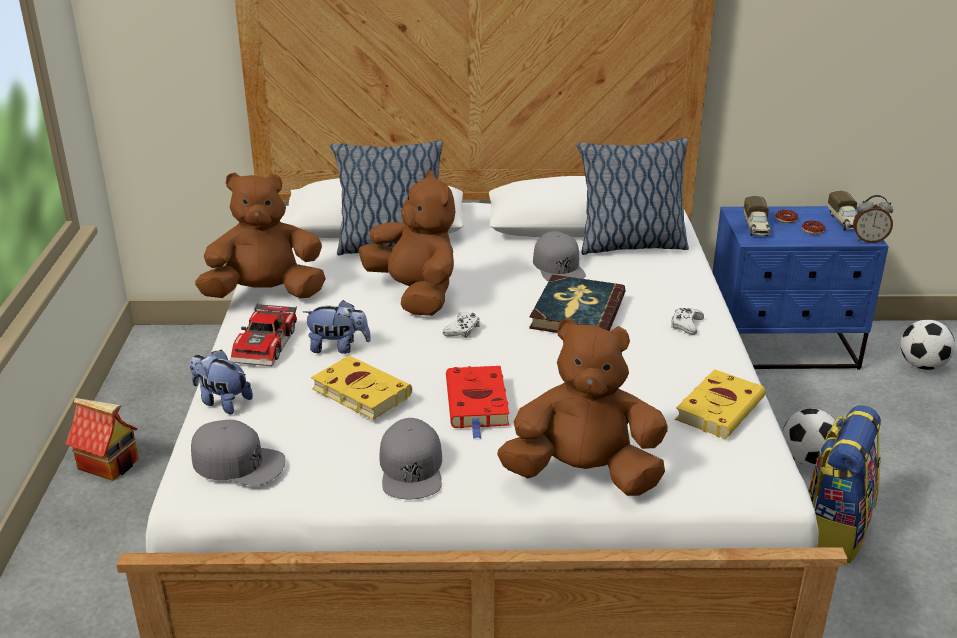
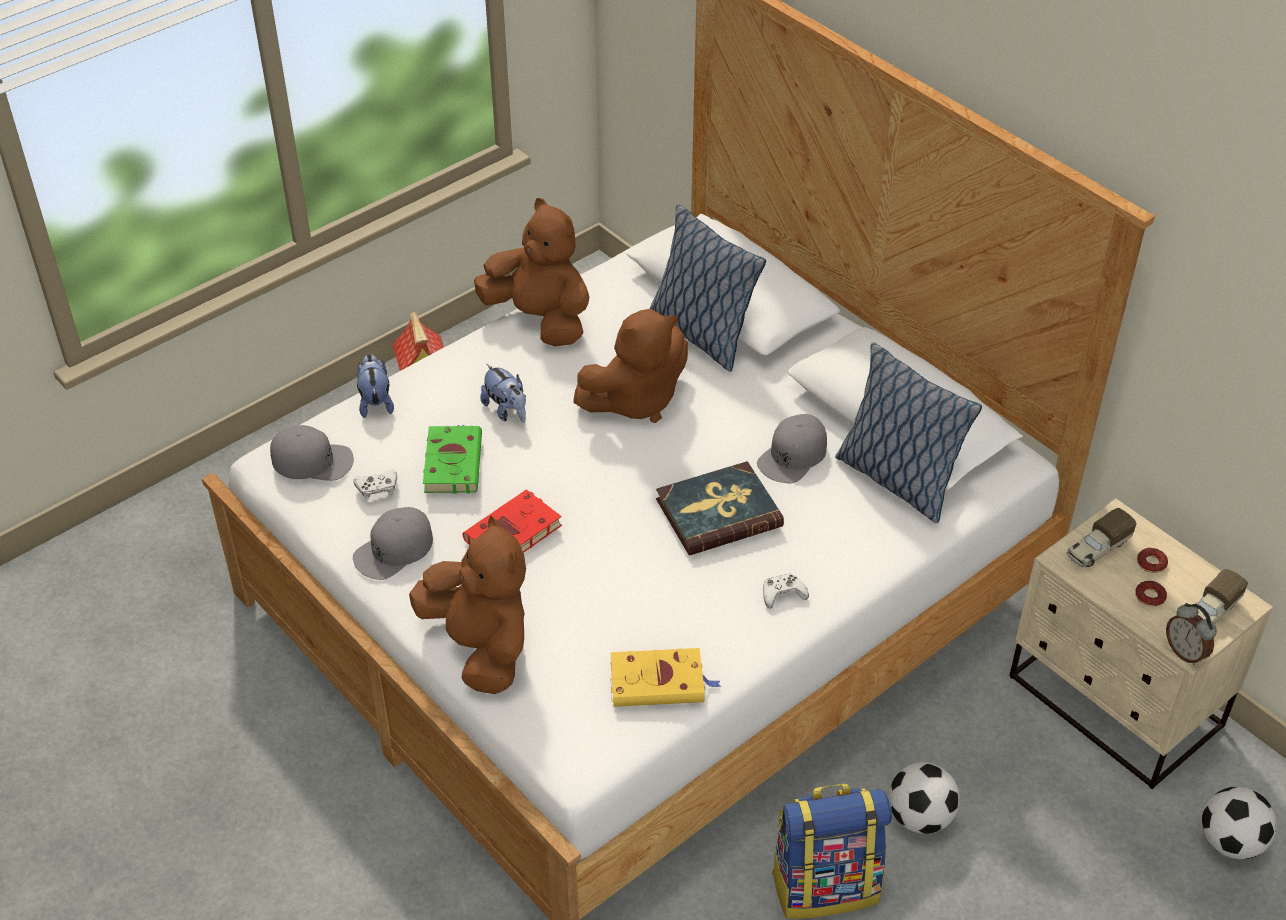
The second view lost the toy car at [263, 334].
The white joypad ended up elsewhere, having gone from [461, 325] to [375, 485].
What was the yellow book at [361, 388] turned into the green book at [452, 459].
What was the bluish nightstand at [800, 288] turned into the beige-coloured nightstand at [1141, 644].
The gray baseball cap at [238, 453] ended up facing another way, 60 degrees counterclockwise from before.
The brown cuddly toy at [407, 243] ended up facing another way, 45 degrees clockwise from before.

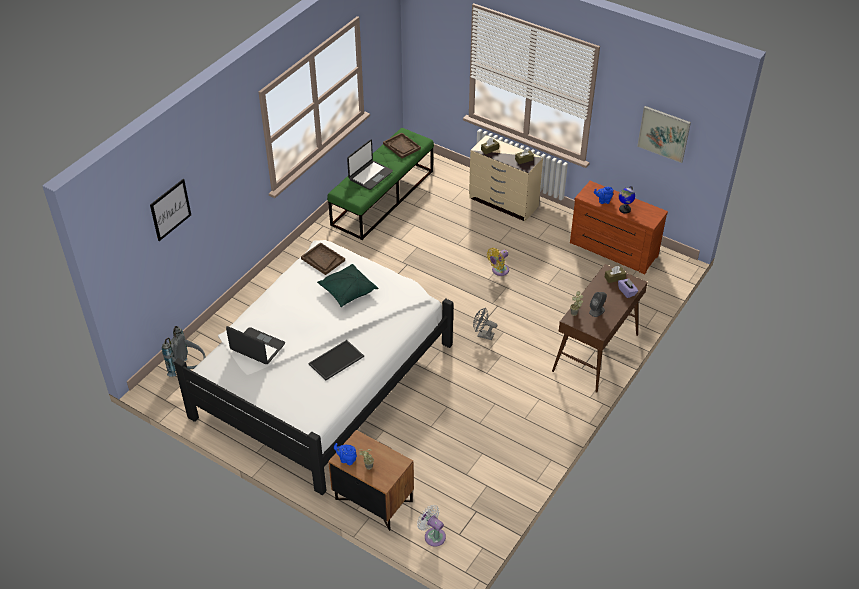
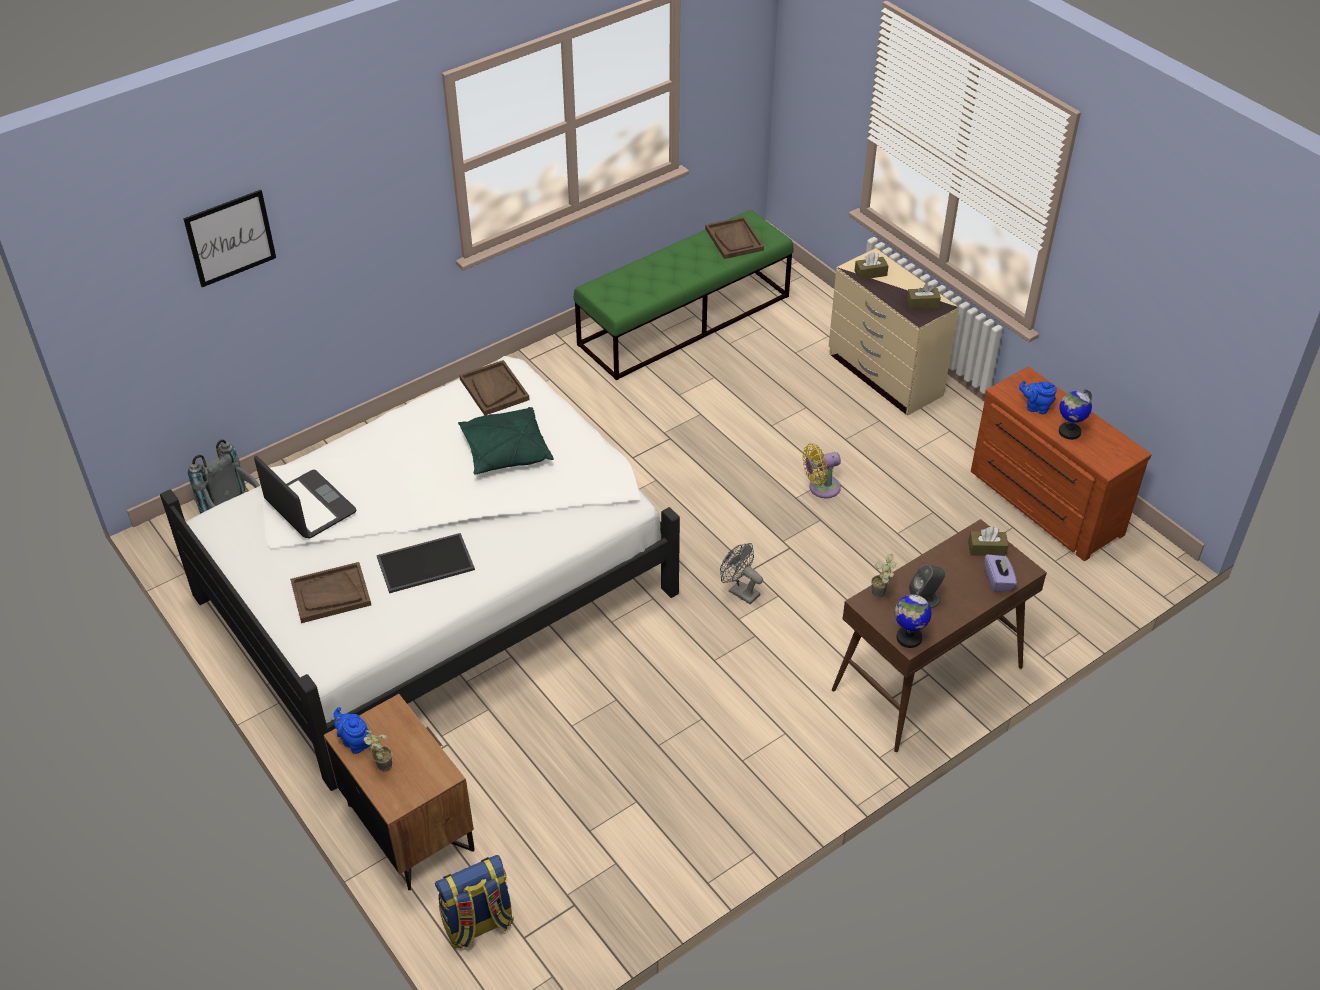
The second view lost the notebook computer at [370, 165].
The second view lost the picture at [664, 134].
The second view gained the brown tray at [330, 592].
The second view gained the world globe at [913, 619].
Where the white cooling fan stood at [431, 526], the backpack came to stand at [474, 901].

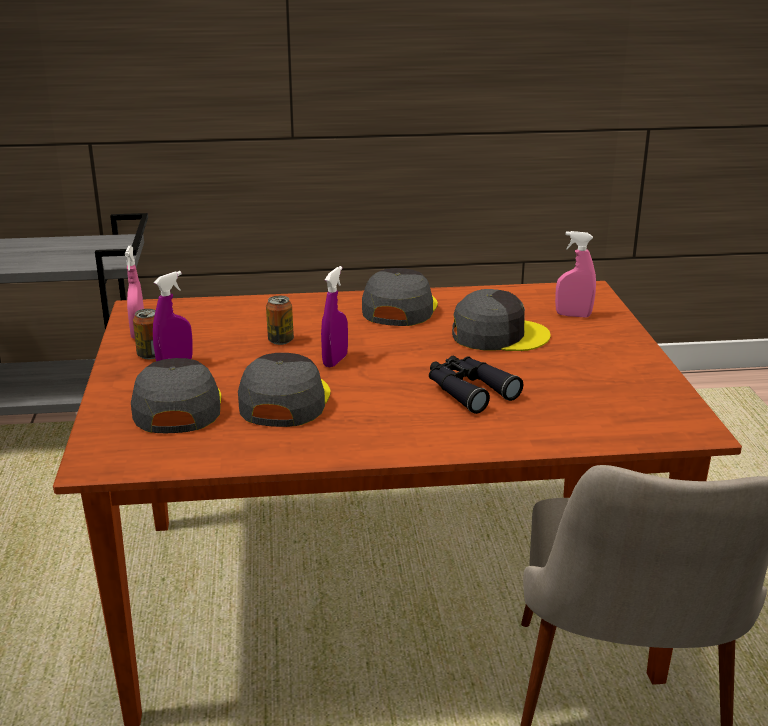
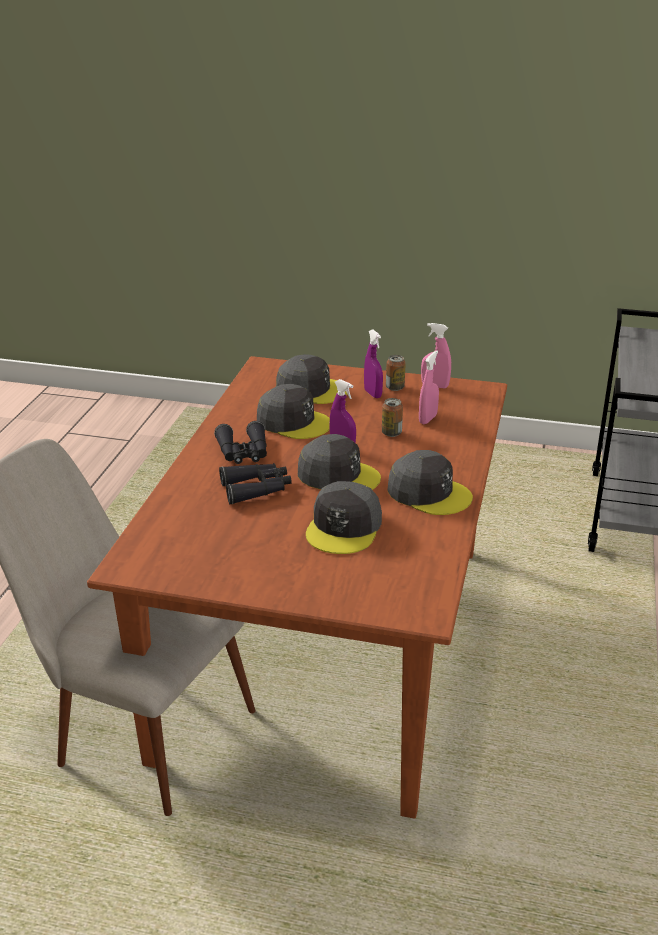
The second view gained the black-coloured field glasses at [240, 442].
The second view gained the gray baseball cap at [339, 462].
The pink-coloured sprayer ended up elsewhere, having gone from [575, 274] to [429, 387].

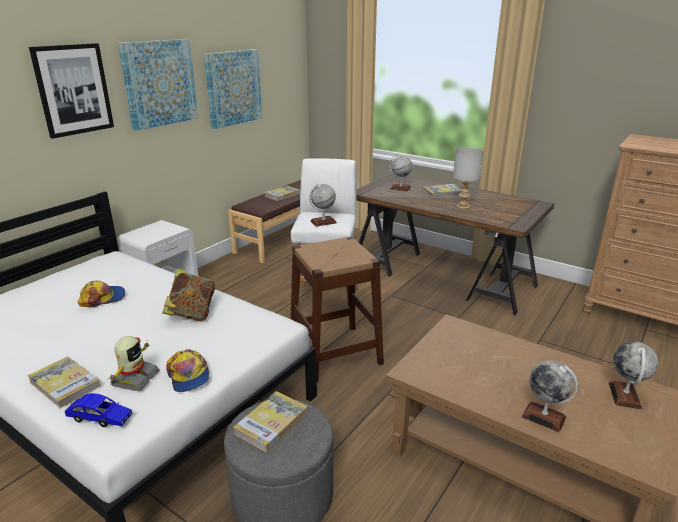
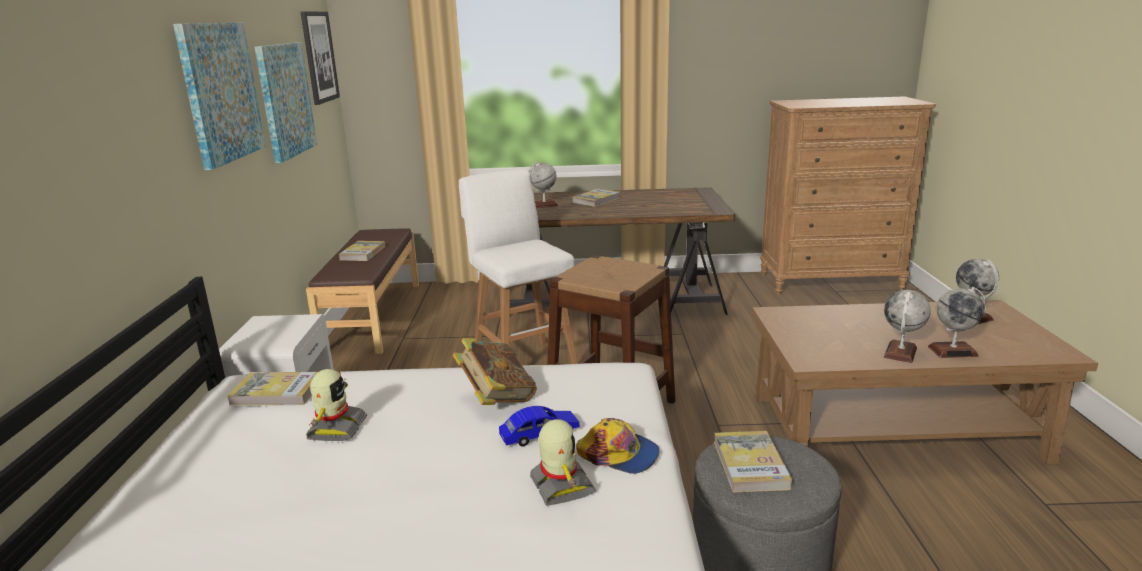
The second view lost the gray tabletop lamp at [468, 179].
The book ended up elsewhere, having gone from [64, 382] to [272, 388].
The picture ended up elsewhere, having gone from [71, 91] to [320, 58].
The bluish toy car ended up elsewhere, having gone from [99, 410] to [539, 426].
The world globe ended up elsewhere, having gone from [323, 205] to [907, 326].
Where the baseball cap stood at [101, 293], the model robot came to stand at [336, 405].

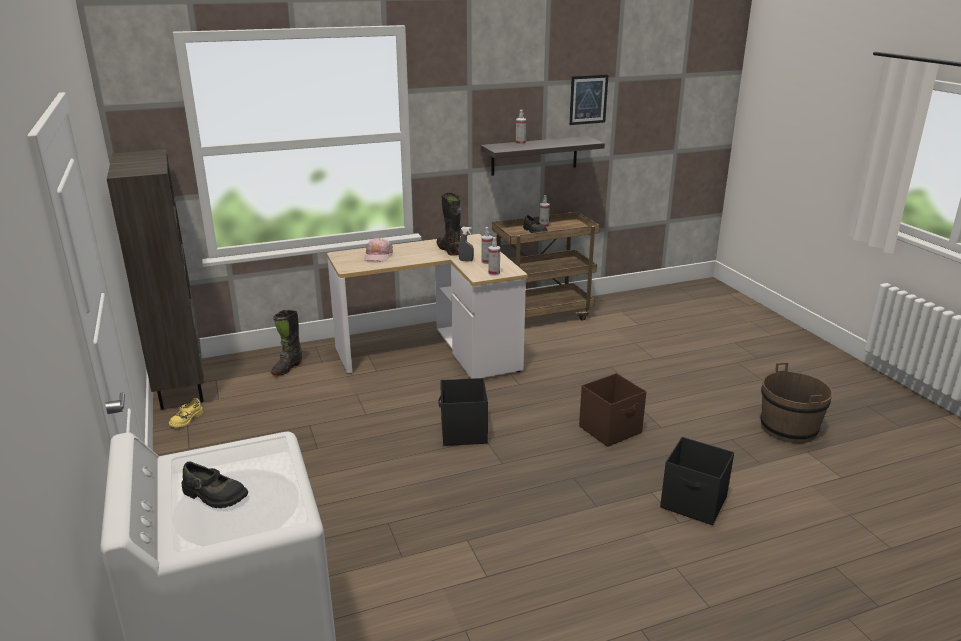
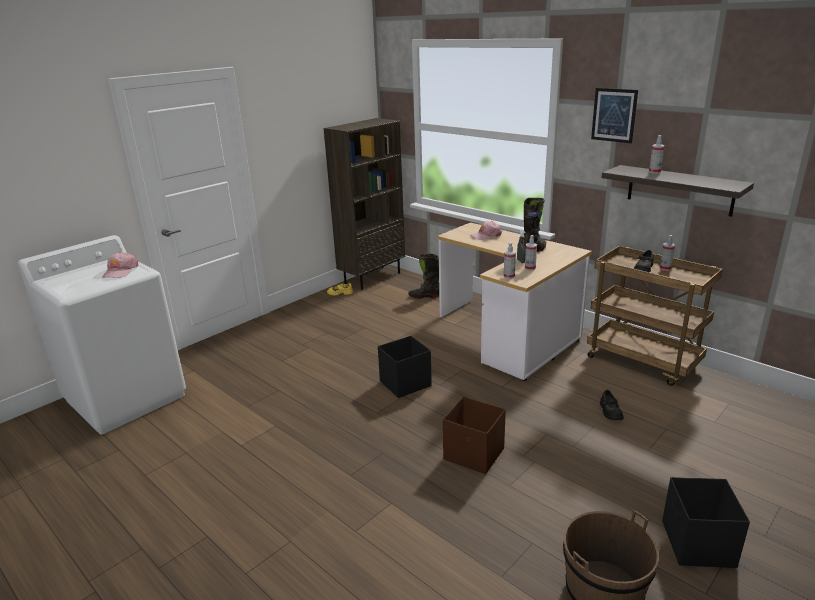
The second view gained the pink-coloured baseball cap at [120, 265].
The black-coloured shoe ended up elsewhere, having gone from [215, 485] to [612, 405].
The picture ended up elsewhere, having gone from [588, 99] to [614, 115].
The black-coloured storage bin ended up elsewhere, having gone from [697, 481] to [706, 522].

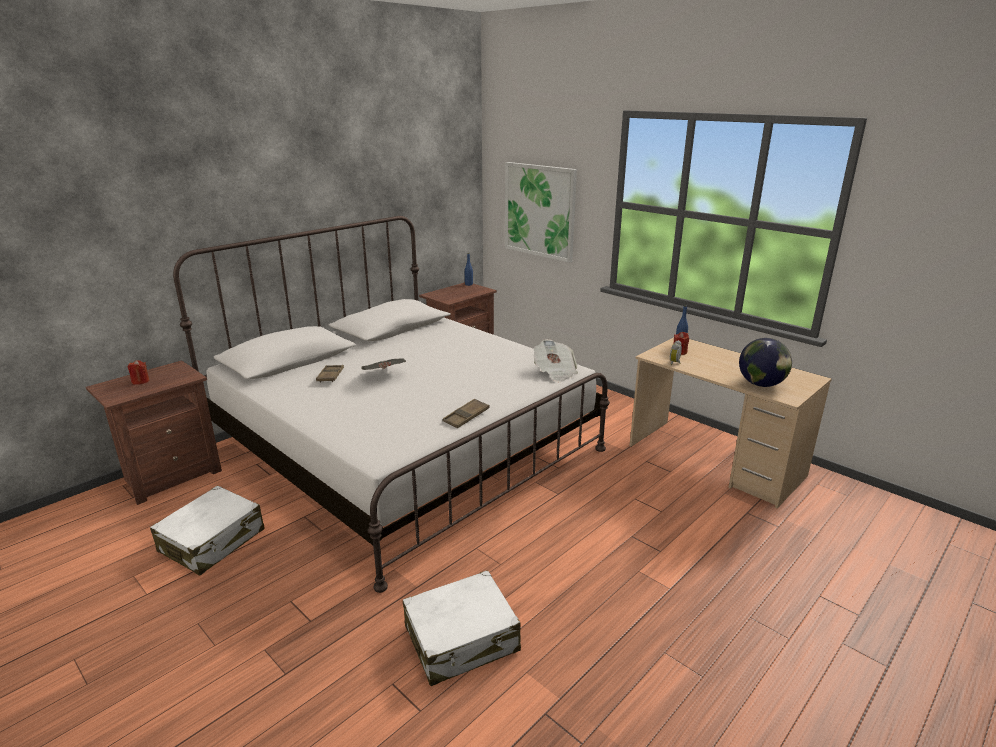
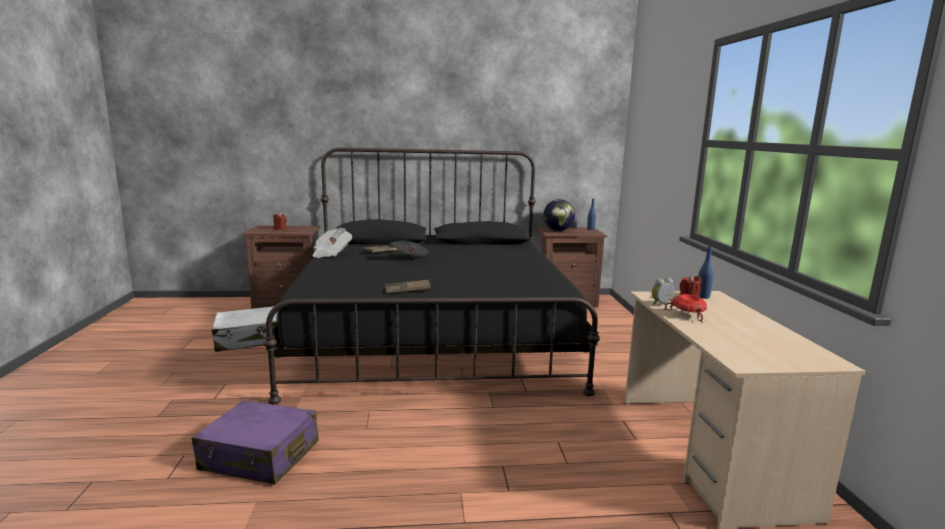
The second view lost the picture at [541, 212].
The second view gained the reddish deep dish at [685, 308].
The newspaper ended up elsewhere, having gone from [556, 361] to [332, 243].
The world globe ended up elsewhere, having gone from [765, 362] to [559, 215].
What was the white bedroom bed at [391, 404] turned into the black-coloured bedroom bed at [431, 276].
What was the white travel case at [462, 628] turned into the purple travel case at [255, 442].

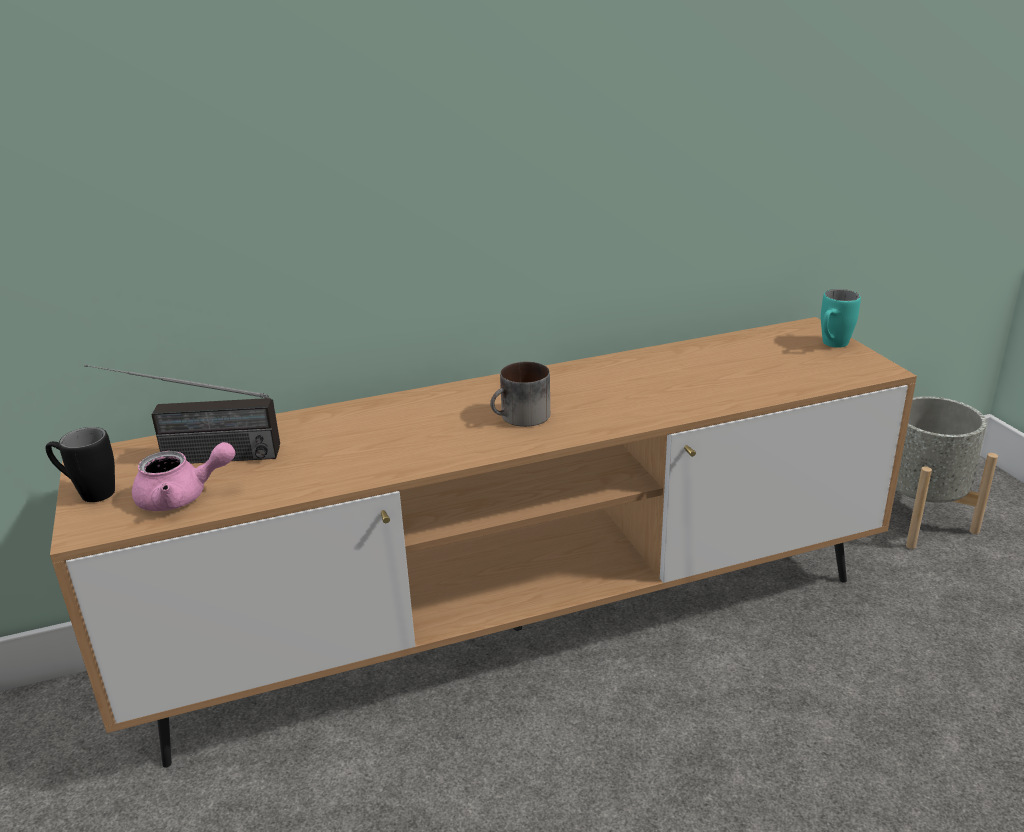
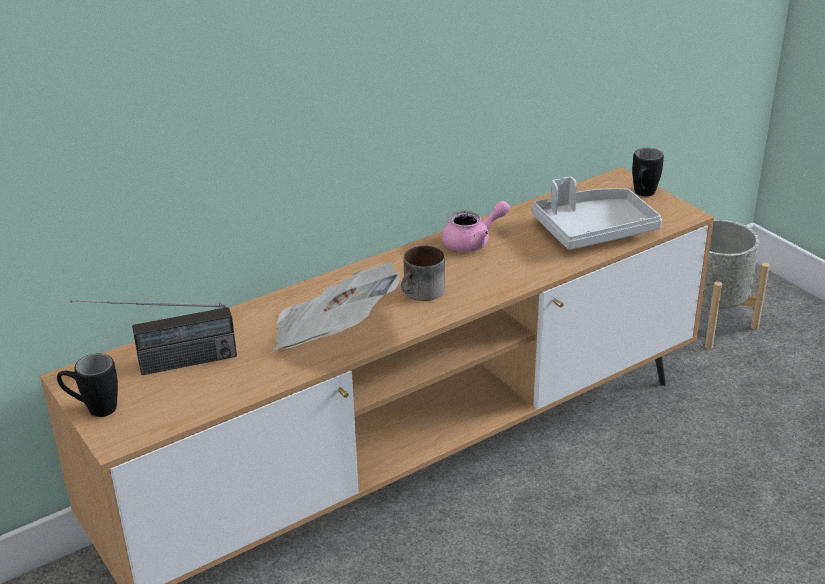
The second view gained the newspaper at [336, 306].
The second view gained the gray tray at [597, 213].
The pink-coloured teapot ended up elsewhere, having gone from [184, 476] to [476, 226].
What was the turquoise coffee mug at [841, 318] turned into the black-coloured coffee mug at [648, 172].

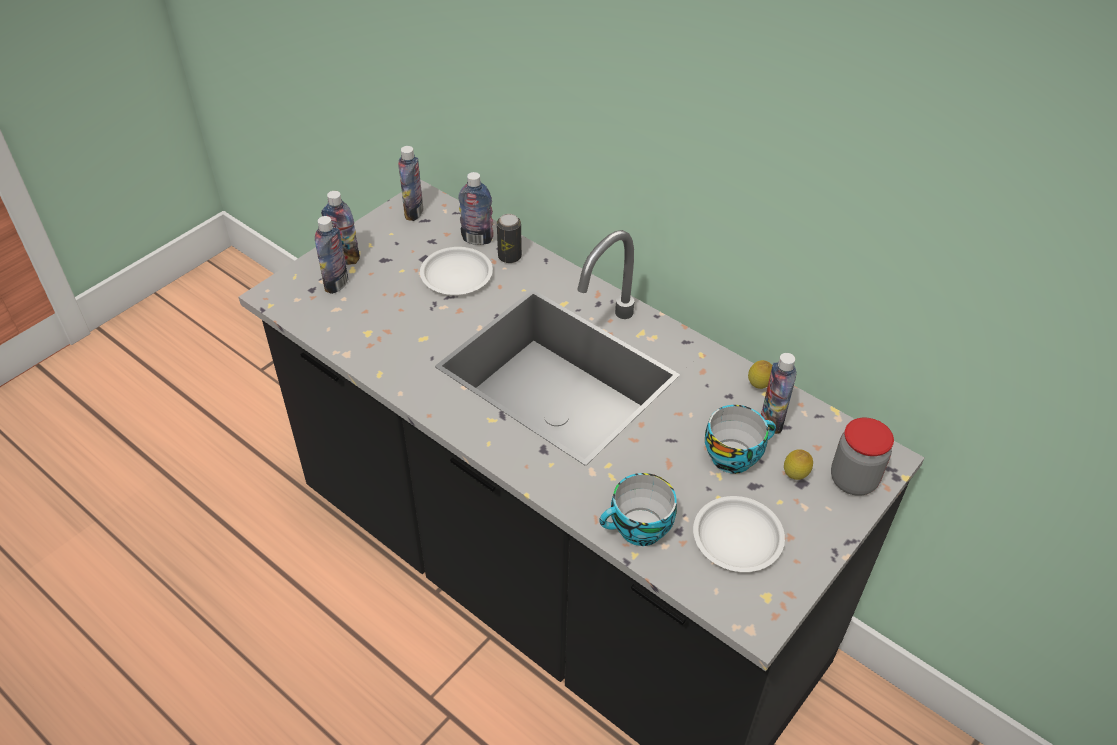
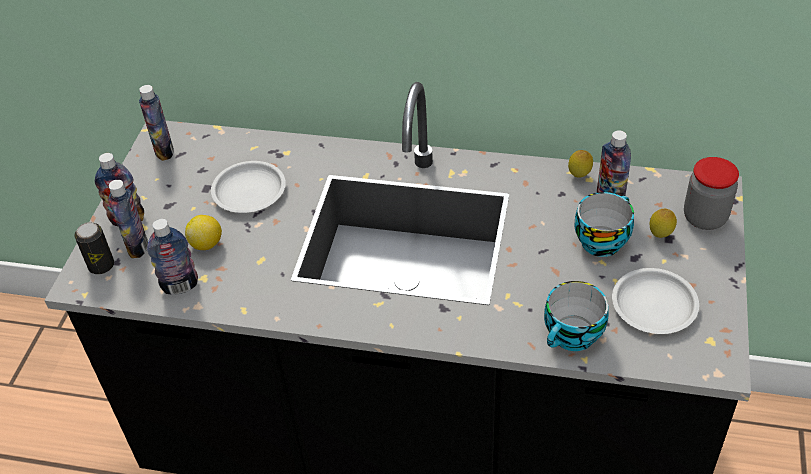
The second view gained the whole lemon at [203, 232].
The beverage bottle ended up elsewhere, having gone from [476, 208] to [172, 257].
The metal can ended up elsewhere, having gone from [509, 238] to [94, 248].

